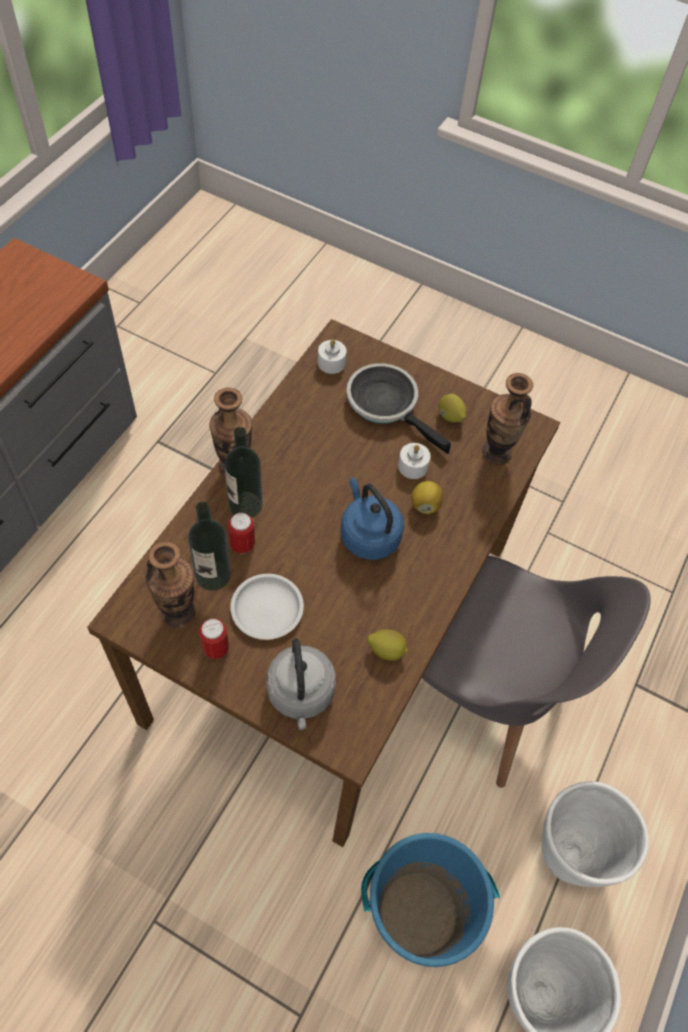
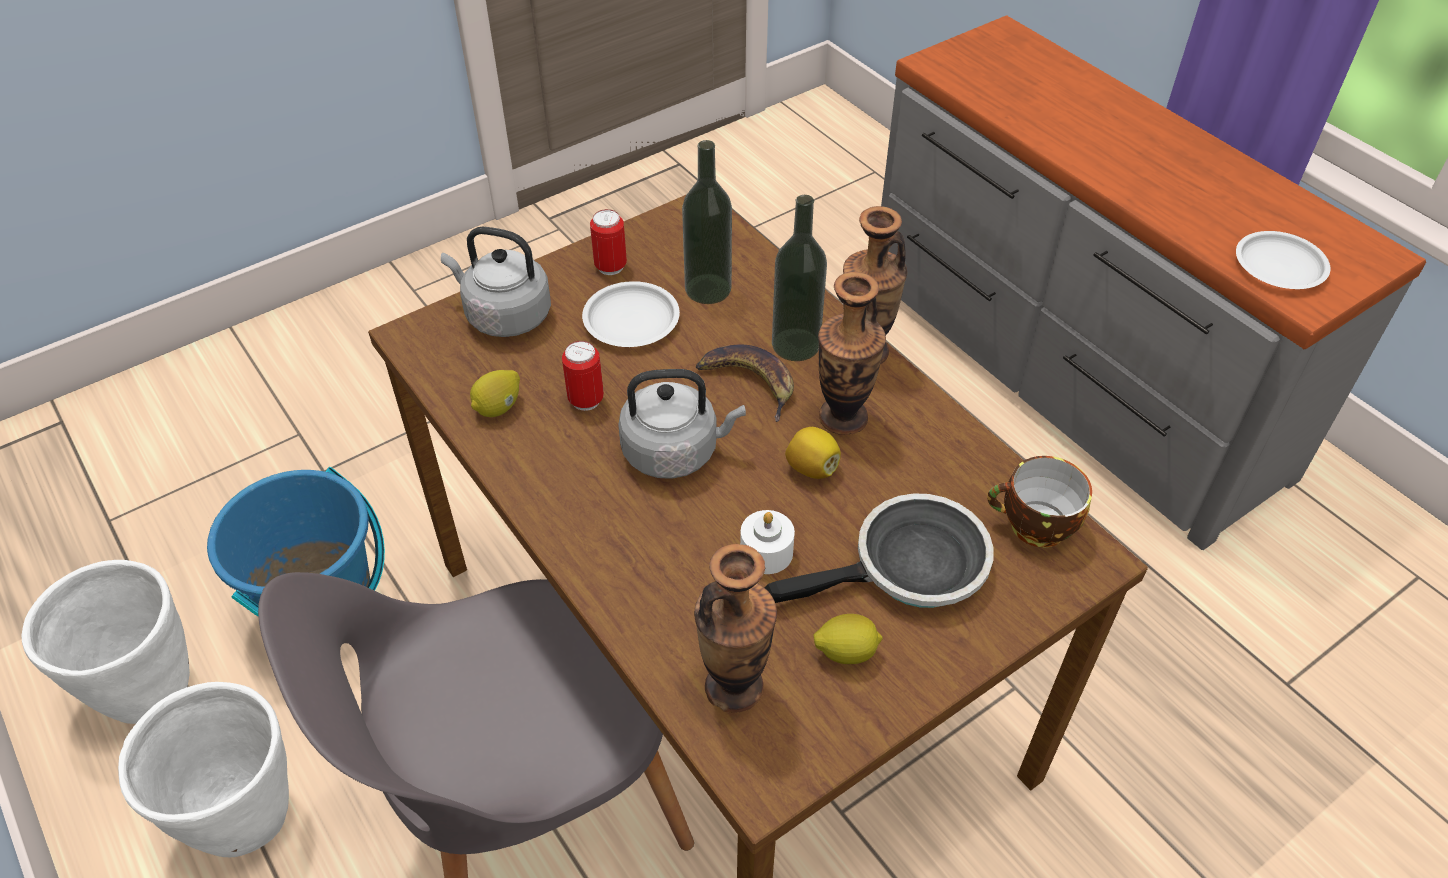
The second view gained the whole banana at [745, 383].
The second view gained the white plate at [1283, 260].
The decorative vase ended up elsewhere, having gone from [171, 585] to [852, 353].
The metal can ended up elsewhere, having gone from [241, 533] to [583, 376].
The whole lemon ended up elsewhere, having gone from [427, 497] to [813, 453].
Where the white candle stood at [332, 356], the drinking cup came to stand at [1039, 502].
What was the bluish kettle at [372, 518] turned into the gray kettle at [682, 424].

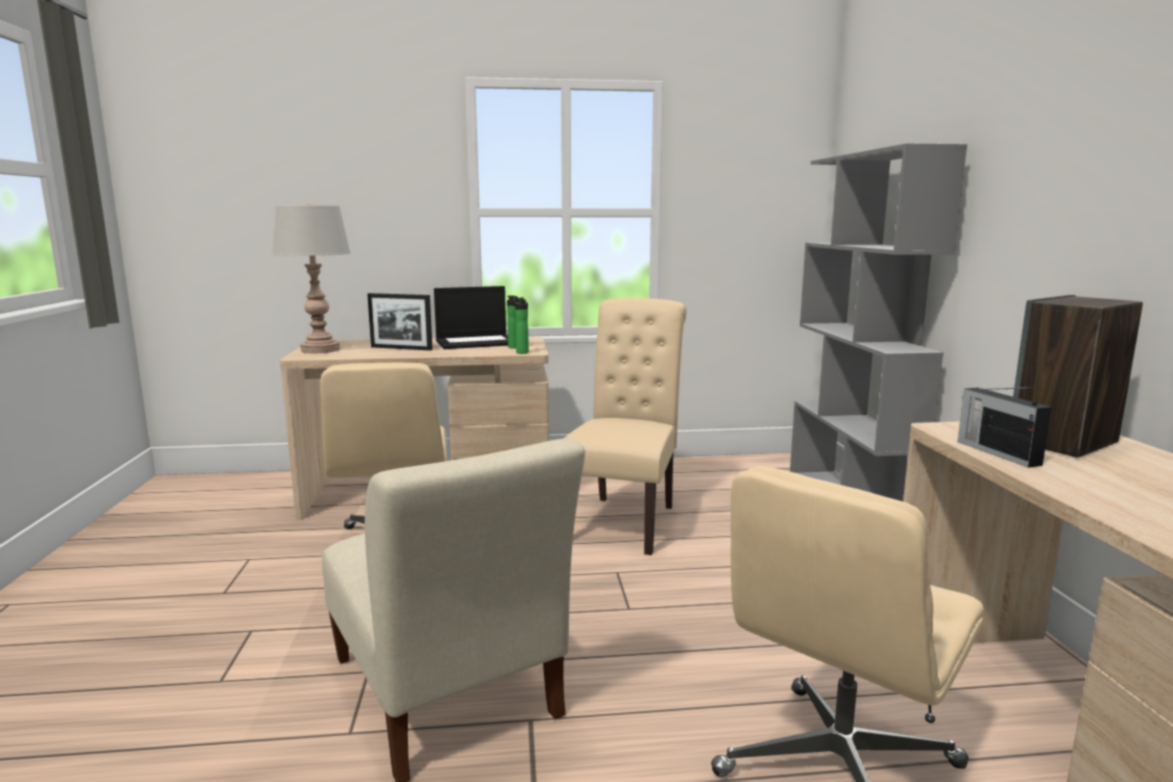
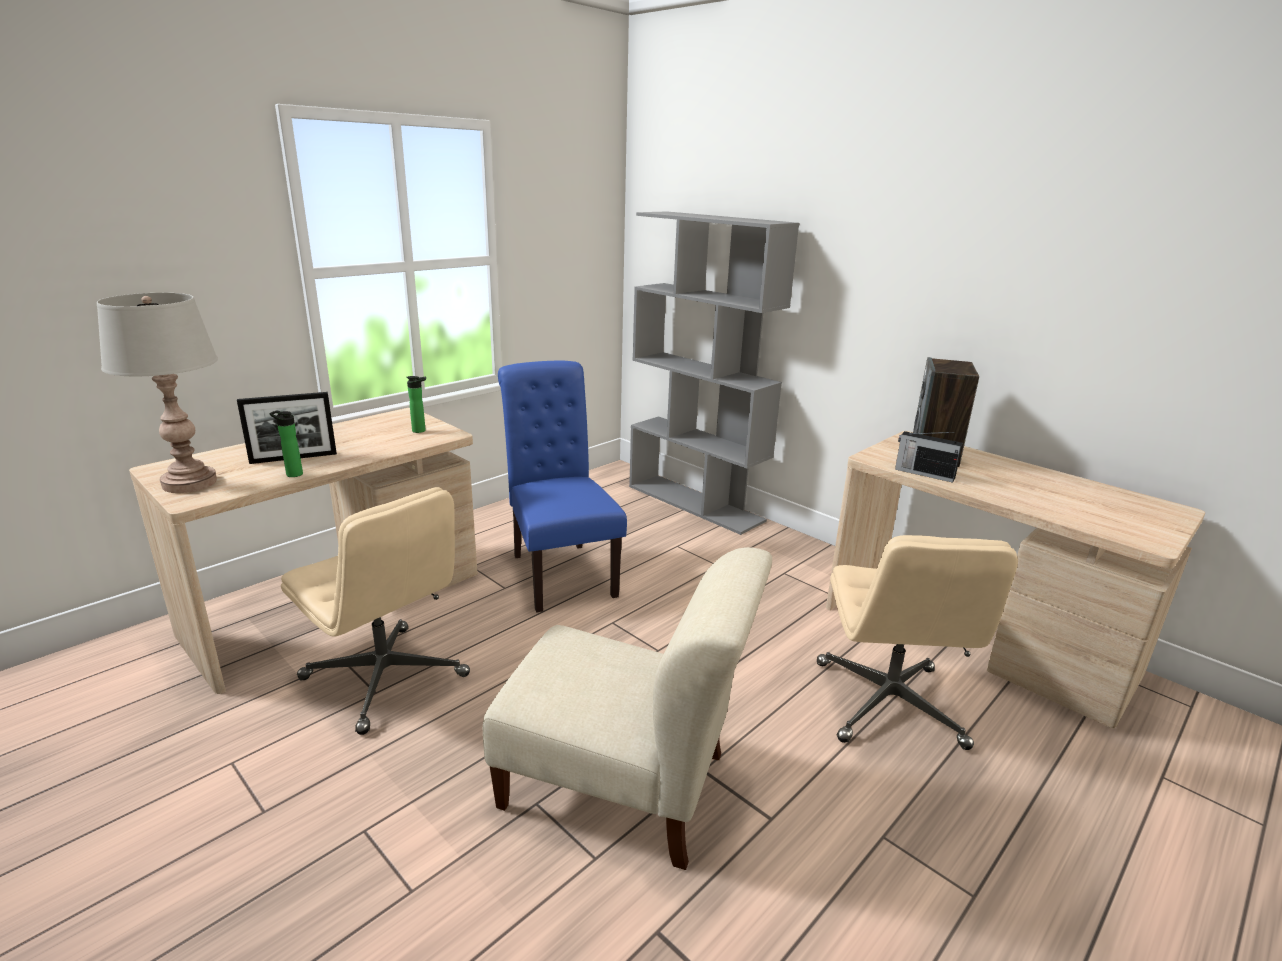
The second view lost the notebook computer at [471, 317].
The beverage bottle ended up elsewhere, having gone from [521, 326] to [286, 443].
What was the beige-coloured upright chair at [624, 426] turned into the bluish upright chair at [562, 487].

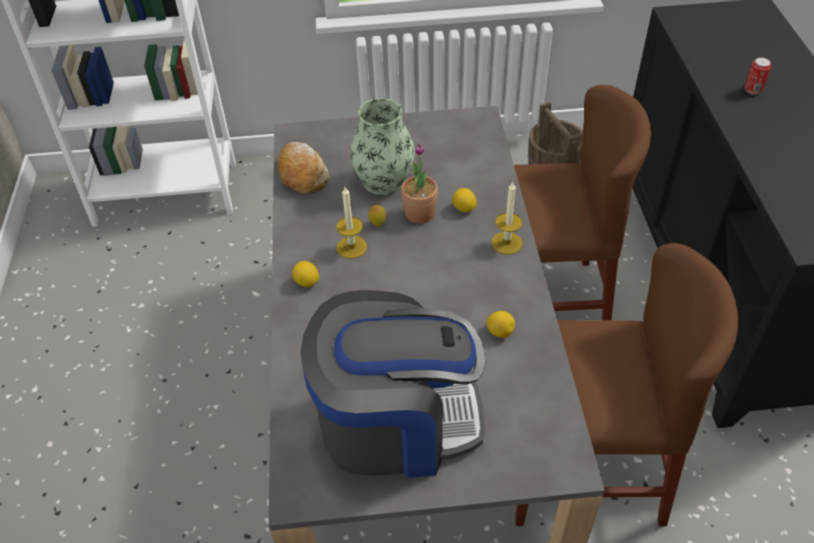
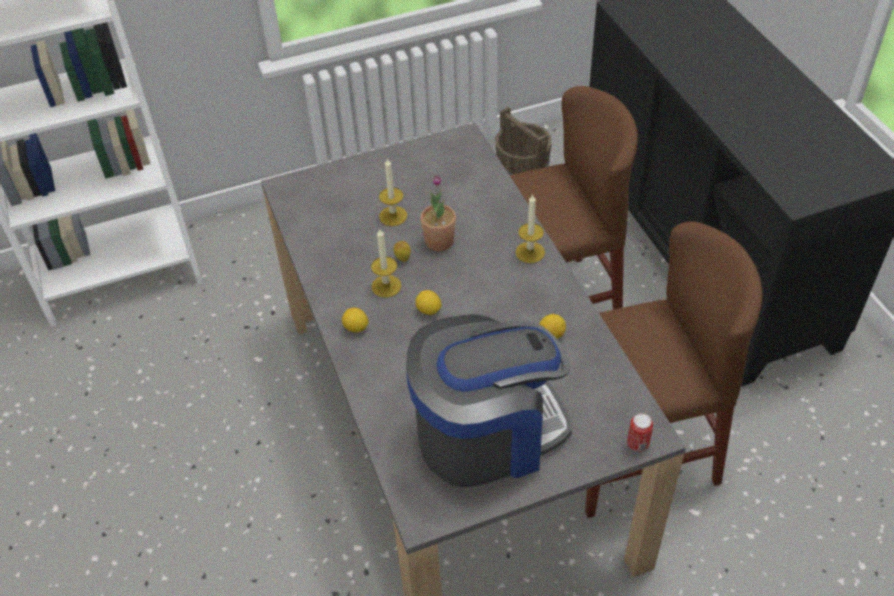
The second view lost the bread at [303, 168].
The whole lemon ended up elsewhere, having gone from [464, 200] to [428, 302].
The metal can ended up elsewhere, having gone from [757, 76] to [640, 432].
Where the decorative vase stood at [382, 146], the candle came to stand at [393, 192].

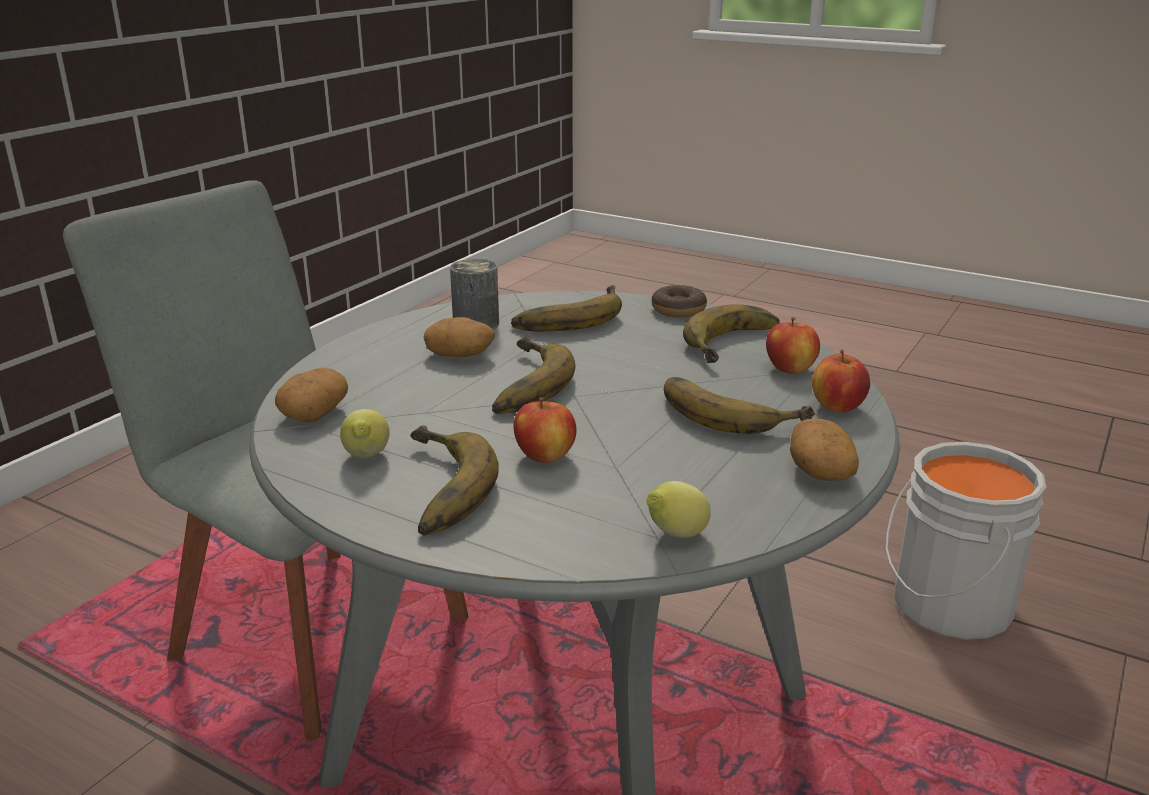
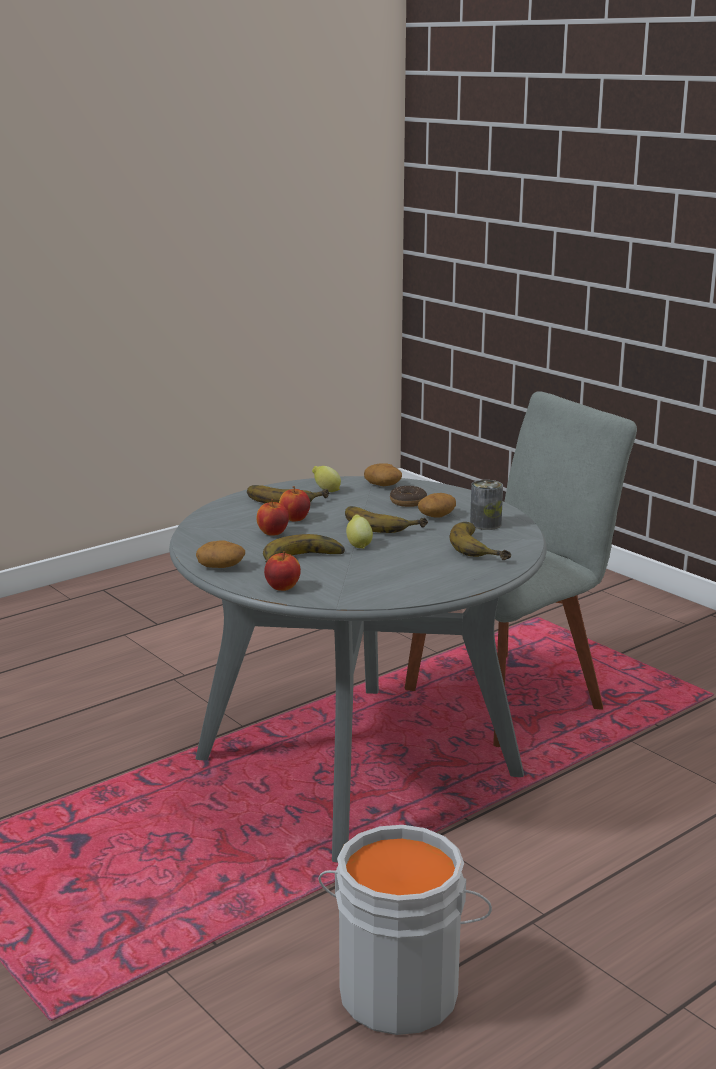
The second view lost the whole banana at [731, 333].
The whole lemon ended up elsewhere, having gone from [679, 509] to [359, 531].
The donut ended up elsewhere, having gone from [679, 301] to [408, 496].
The apple ended up elsewhere, having gone from [793, 345] to [272, 517].

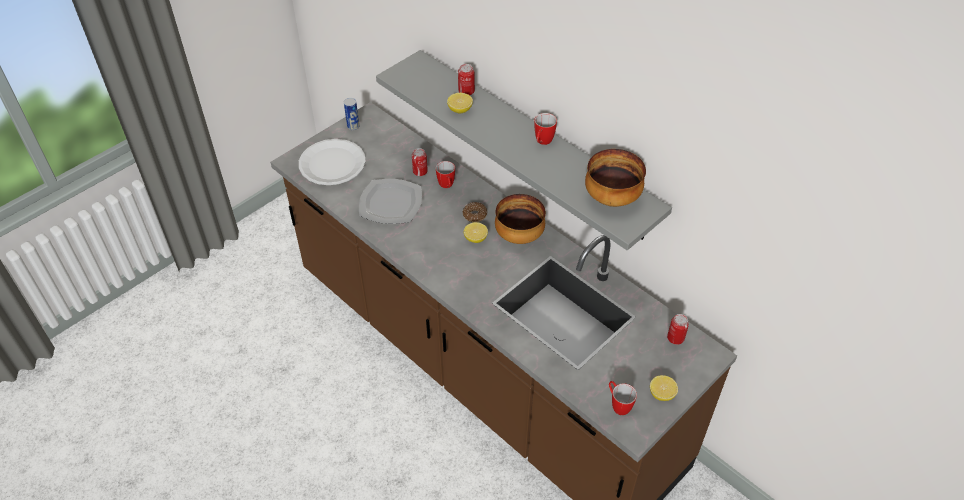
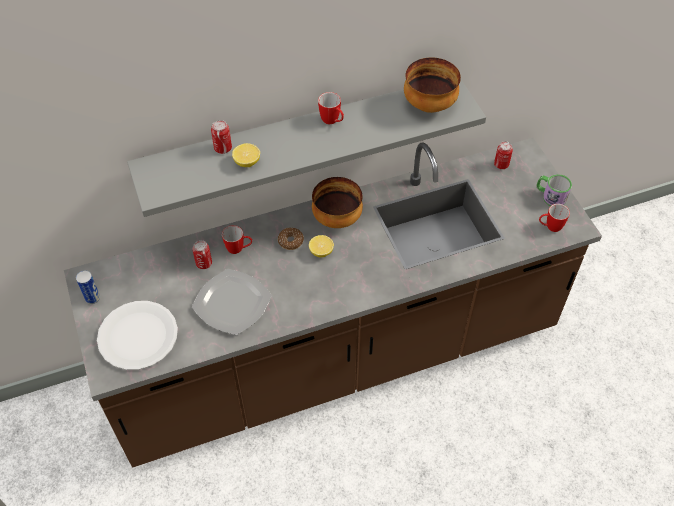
Where the whole lemon stood at [664, 388], the coffee mug came to stand at [554, 190].

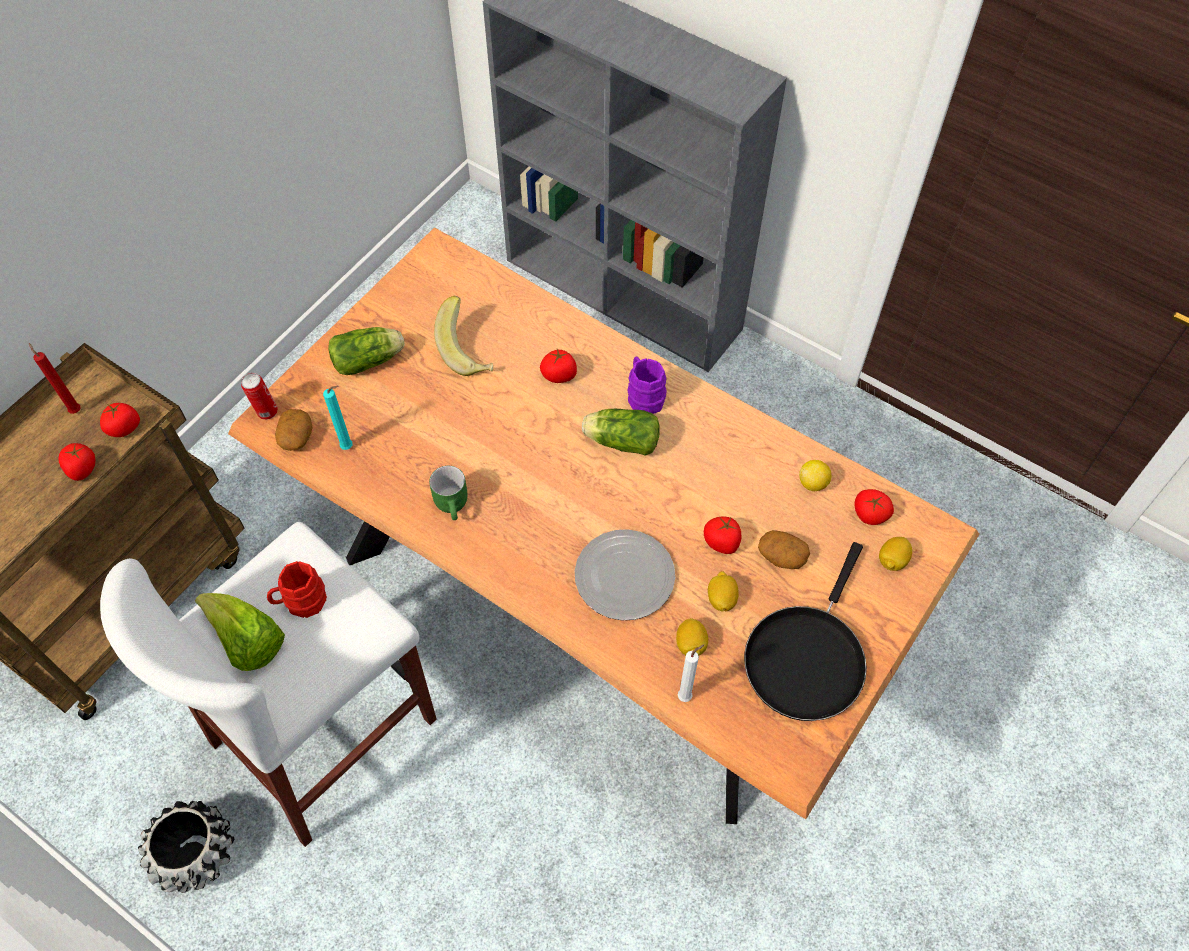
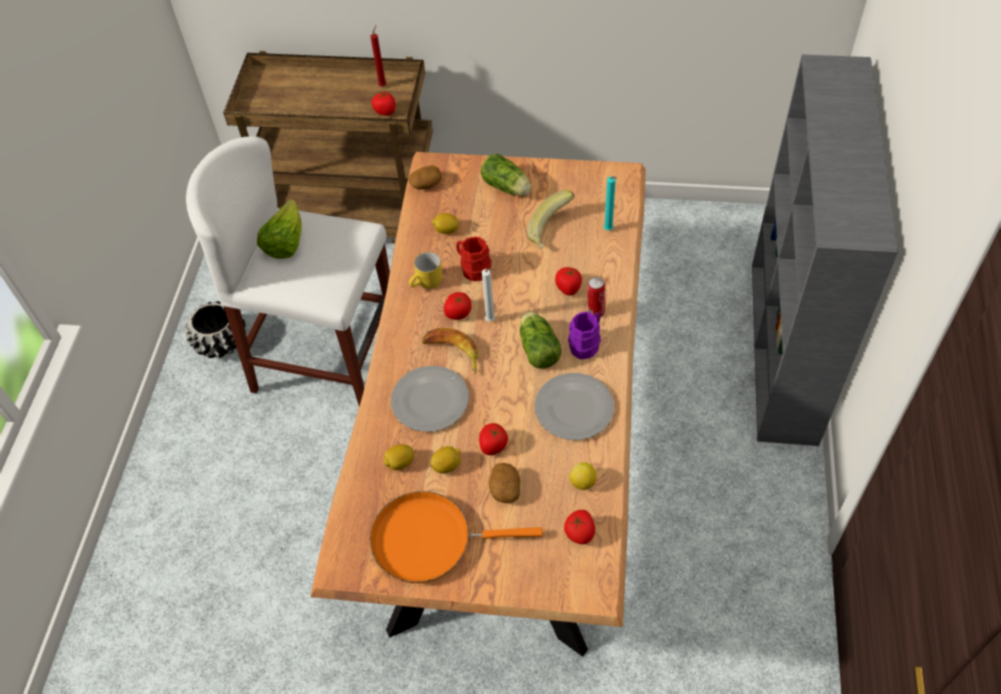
The second view gained the whole banana at [450, 351].
The second view gained the plate at [574, 406].
The whole tomato ended up elsewhere, having gone from [77, 462] to [457, 306].
The metal can ended up elsewhere, having gone from [259, 396] to [596, 297].
The reddish coffee mug ended up elsewhere, having gone from [297, 589] to [474, 258].
The turquoise candle ended up elsewhere, having gone from [338, 418] to [610, 203].
The white candle ended up elsewhere, having gone from [691, 673] to [488, 295].
The whole lemon ended up elsewhere, having gone from [895, 554] to [446, 223].
What was the green coffee mug at [448, 493] turned into the yellow coffee mug at [425, 270].
What was the black-coloured frying pan at [805, 631] turned into the orange-coloured frying pan at [456, 537].

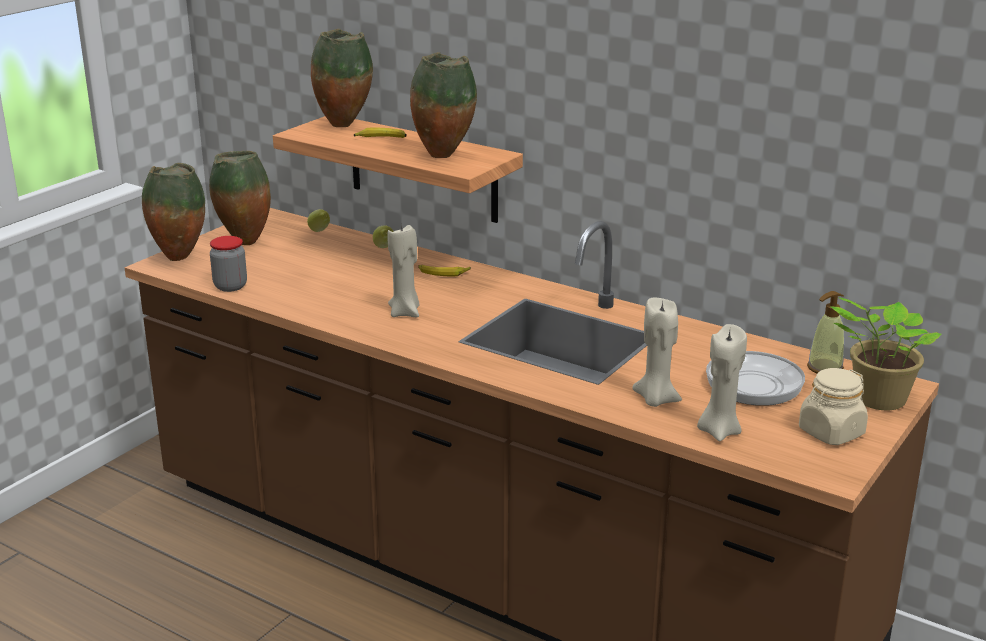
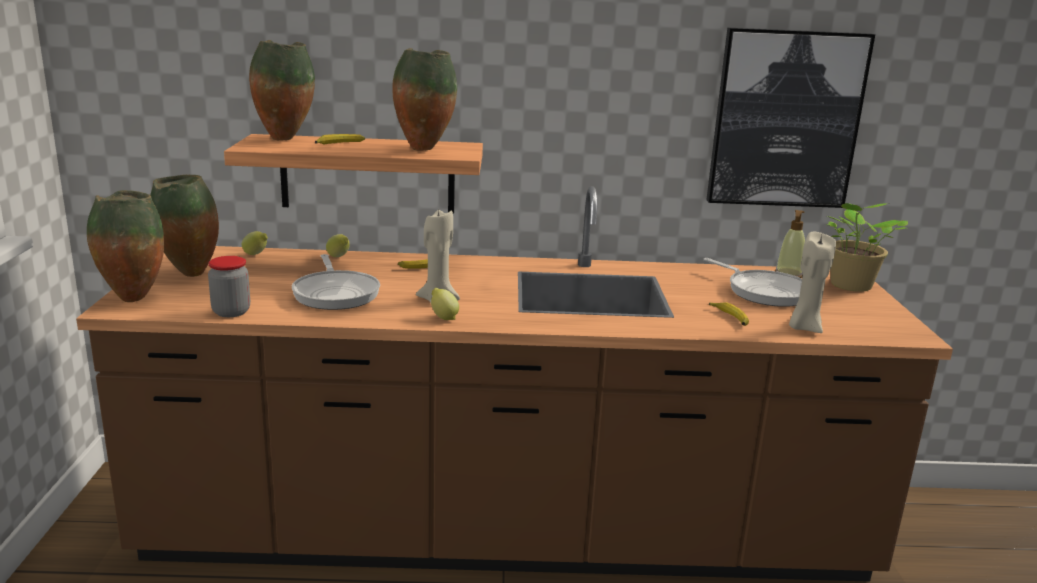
The second view lost the beige-coloured preserve jar at [833, 406].
The second view gained the frying pan at [336, 282].
The second view gained the whole lemon at [445, 304].
The second view gained the picture at [790, 118].
Where the beige-coloured candle stood at [657, 352], the whole banana came to stand at [729, 314].

